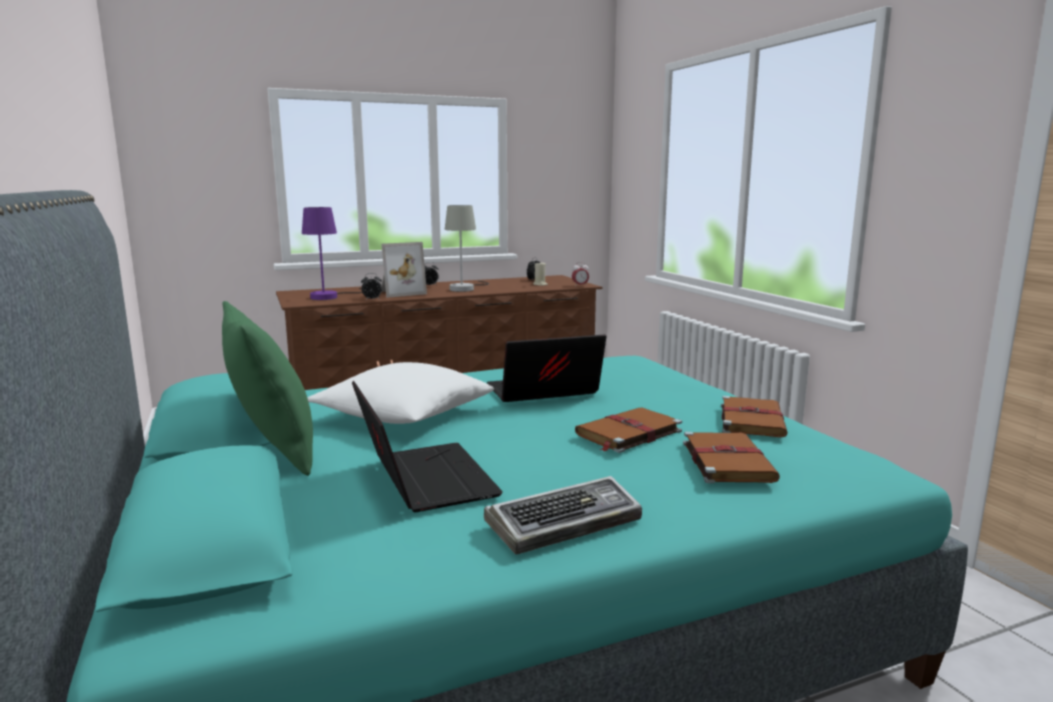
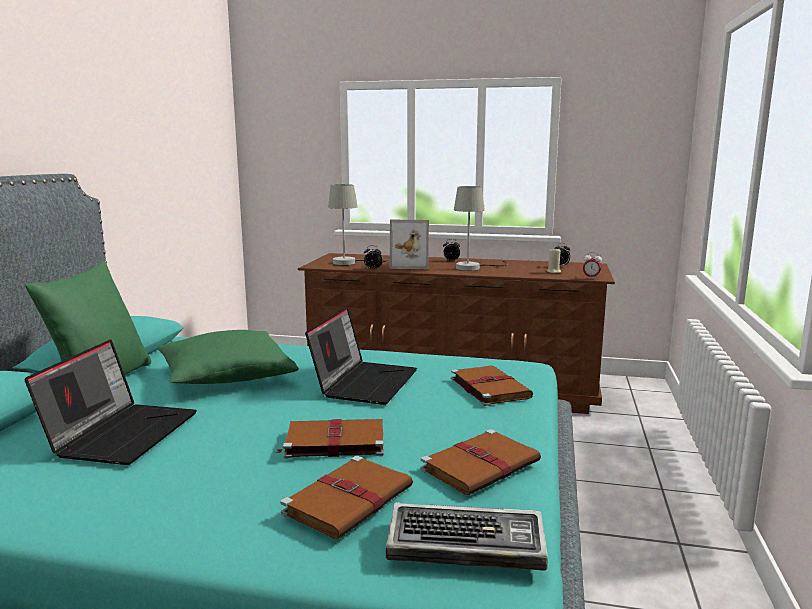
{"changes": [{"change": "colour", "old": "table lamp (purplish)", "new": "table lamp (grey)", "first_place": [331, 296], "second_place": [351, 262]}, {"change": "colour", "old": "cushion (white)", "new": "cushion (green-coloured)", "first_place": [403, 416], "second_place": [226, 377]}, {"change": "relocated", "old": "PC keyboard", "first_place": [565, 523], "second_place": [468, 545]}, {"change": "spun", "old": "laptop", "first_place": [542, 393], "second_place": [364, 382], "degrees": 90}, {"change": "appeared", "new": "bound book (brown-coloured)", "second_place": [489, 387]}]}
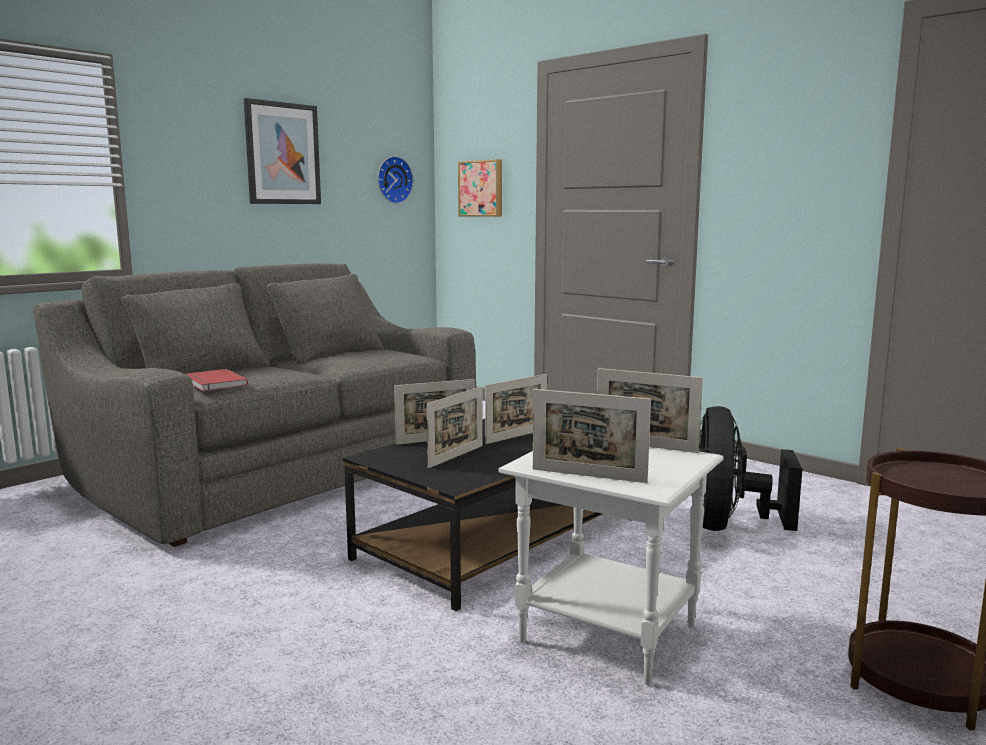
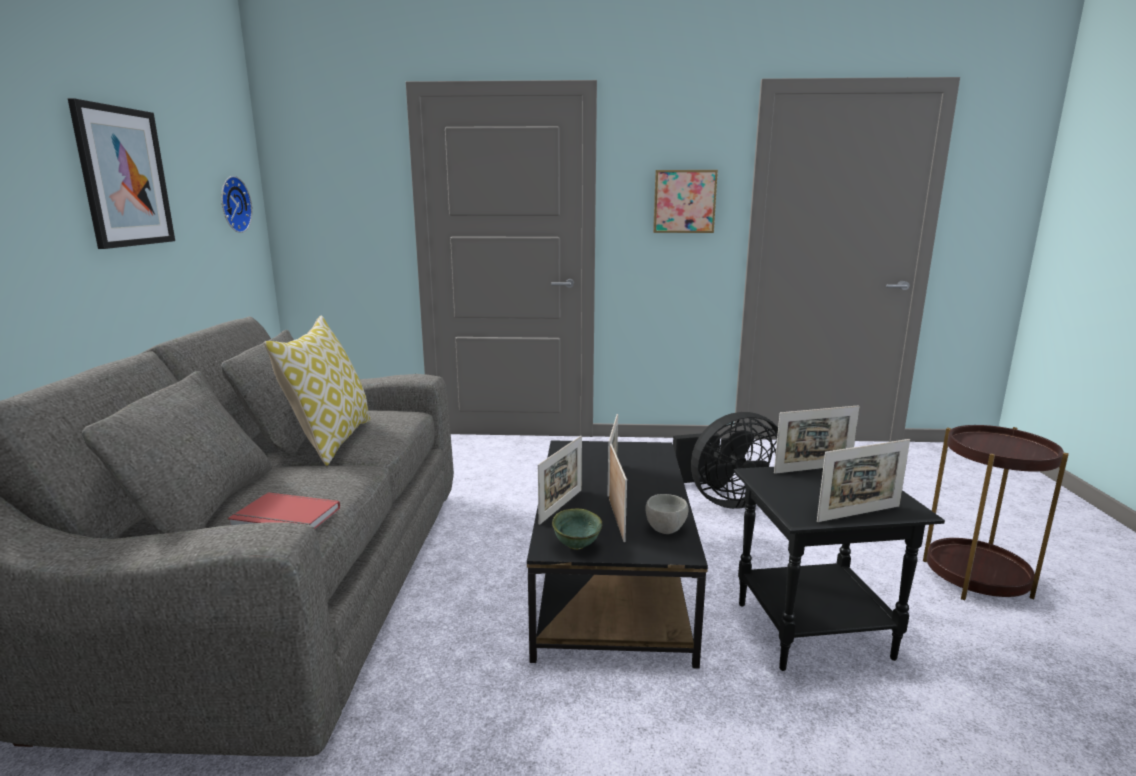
{"changes": [{"change": "relocated", "old": "picture", "first_place": [481, 188], "second_place": [684, 201]}, {"change": "colour", "old": "end table (white)", "new": "end table (black-coloured)", "first_place": [610, 634], "second_place": [814, 630]}, {"change": "spun", "old": "cooling fan (black-coloured)", "first_place": [728, 525], "second_place": [726, 500], "degrees": -75}, {"change": "appeared", "new": "cushion", "second_place": [330, 440]}, {"change": "appeared", "new": "bowl (green-coloured)", "second_place": [577, 546]}, {"change": "appeared", "new": "bowl (grey)", "second_place": [664, 528]}]}
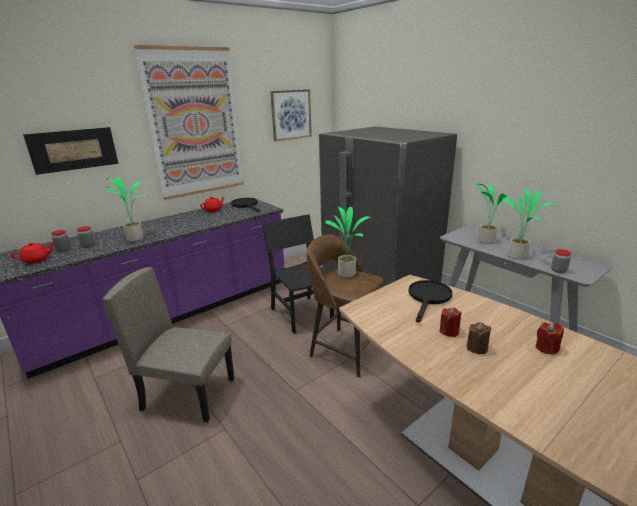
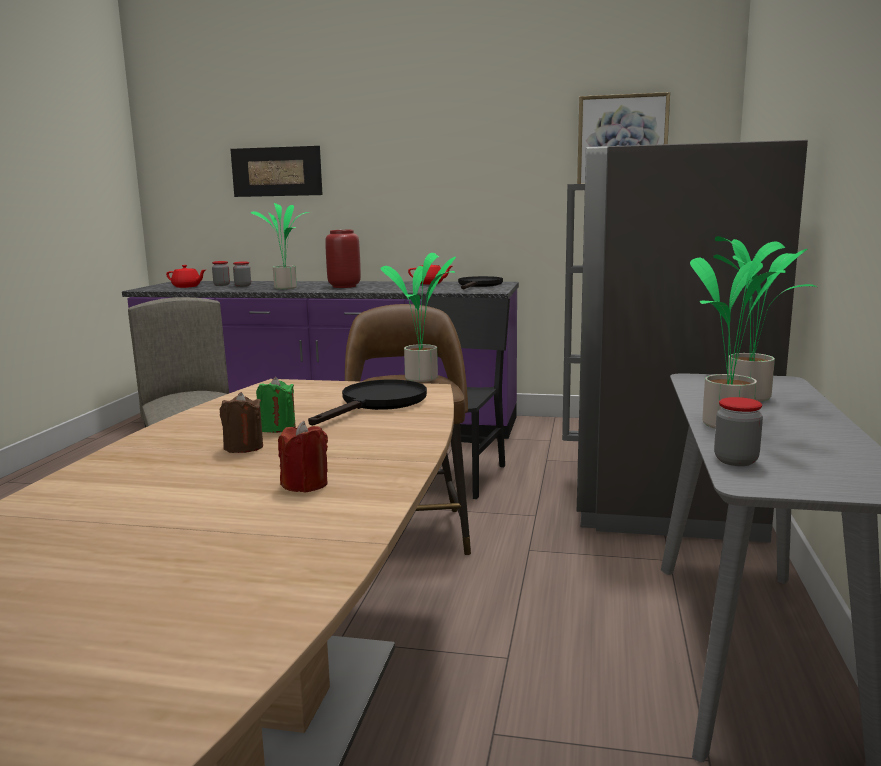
{"changes": [{"change": "missing", "old": "picture", "first_place": [195, 124]}, {"change": "spun", "old": "pan (black-coloured)", "first_place": [428, 298], "second_place": [377, 403], "degrees": -45}, {"change": "colour", "old": "candle (reddish)", "new": "candle (green-coloured)", "first_place": [449, 331], "second_place": [277, 428]}, {"change": "appeared", "new": "decorative vase (reddish)", "second_place": [344, 286]}]}
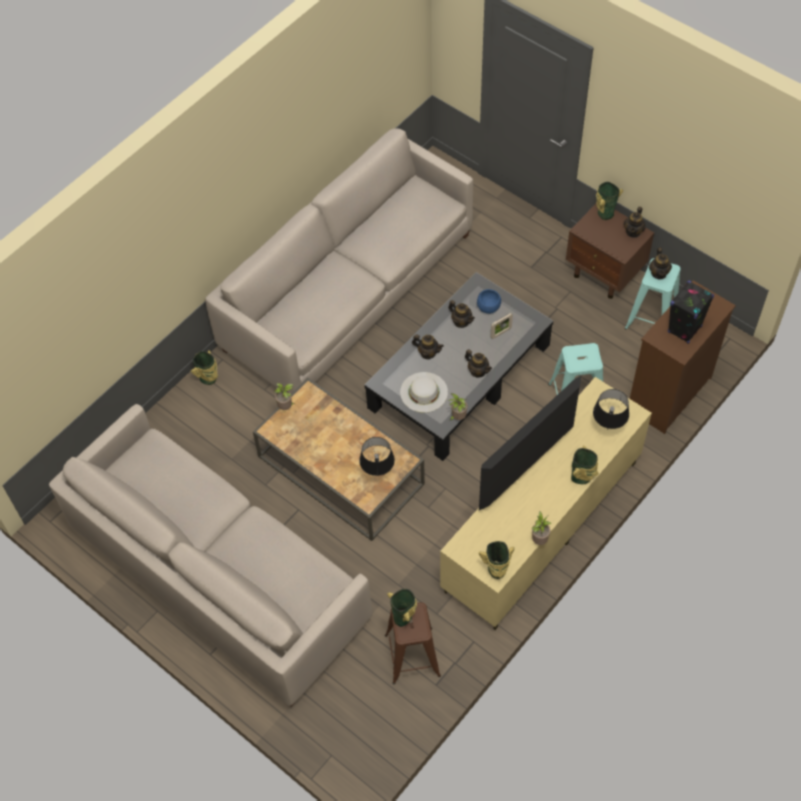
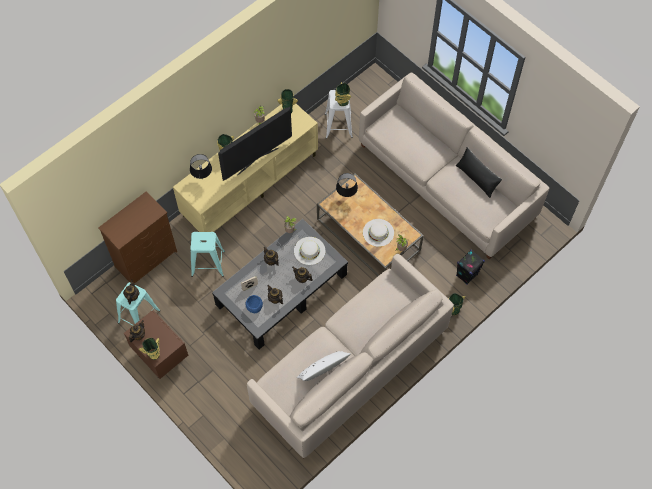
{"changes": [{"change": "colour", "old": "sitting stool (brown-coloured)", "new": "sitting stool (white)", "first_place": [412, 655], "second_place": [338, 125]}, {"change": "relocated", "old": "speaker (black-coloured)", "first_place": [684, 329], "second_place": [467, 275]}, {"change": "appeared", "new": "cushion (white)", "second_place": [323, 370]}, {"change": "appeared", "new": "hat (white)", "second_place": [378, 232]}, {"change": "appeared", "new": "cushion (black-coloured)", "second_place": [477, 178]}]}
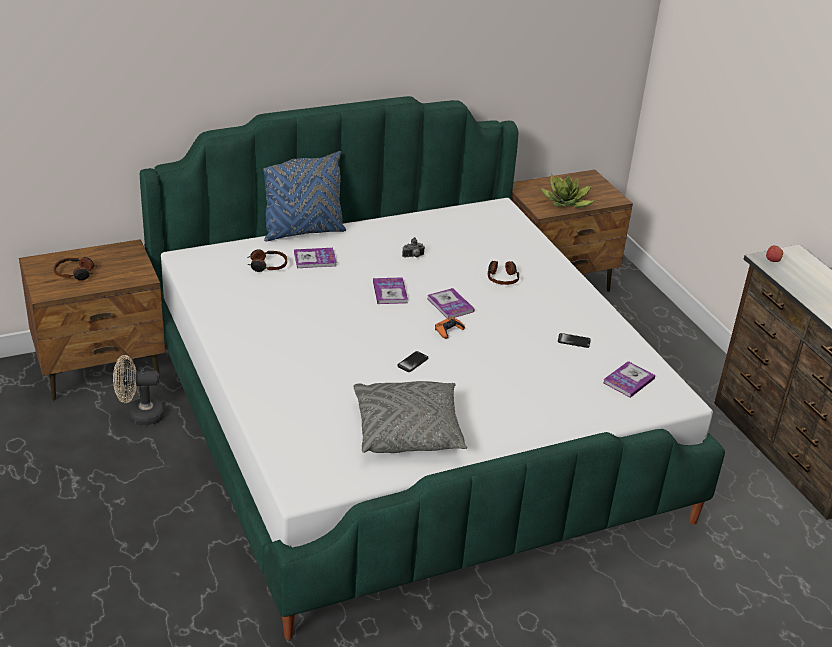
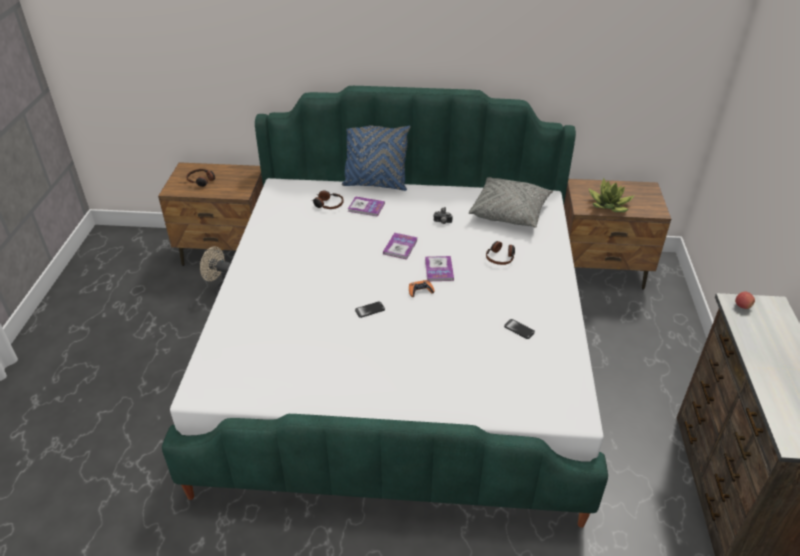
{"changes": [{"change": "relocated", "old": "cushion (grey)", "first_place": [408, 431], "second_place": [509, 212]}, {"change": "missing", "old": "bound book", "first_place": [628, 380]}]}
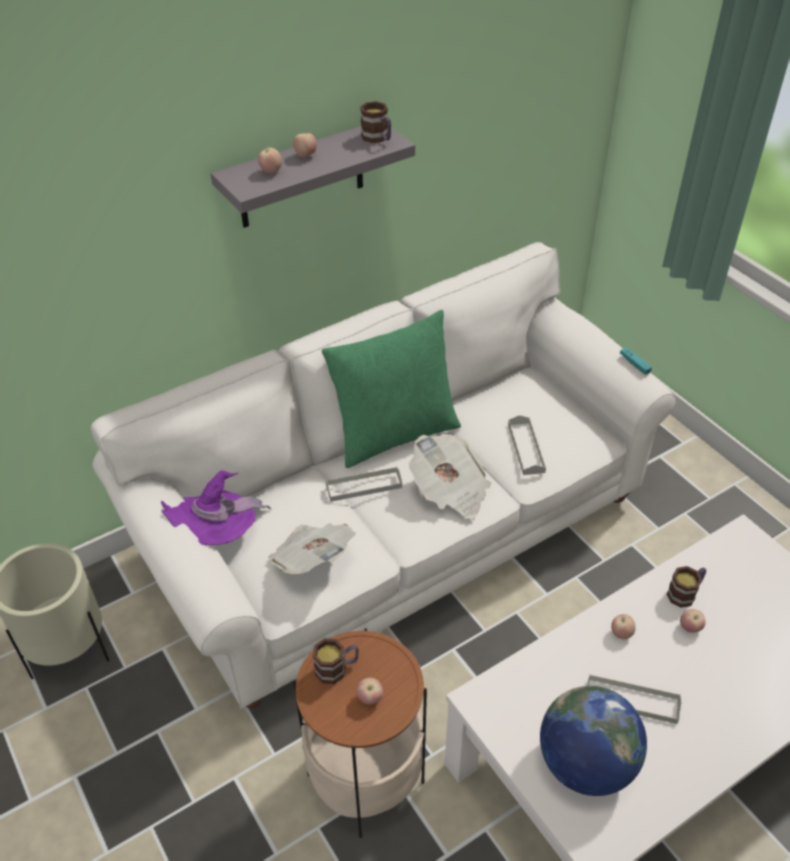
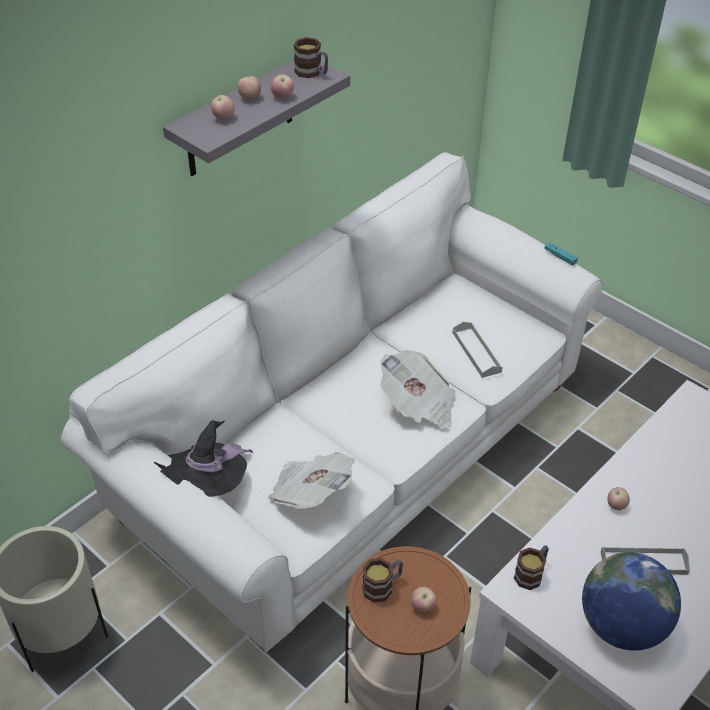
{"changes": [{"change": "colour", "old": "hat (purplish)", "new": "hat (black-coloured)", "first_place": [217, 535], "second_place": [208, 486]}, {"change": "missing", "old": "cushion (green-coloured)", "first_place": [394, 433]}, {"change": "missing", "old": "serving tray (grey)", "first_place": [364, 486]}, {"change": "relocated", "old": "mug", "first_place": [685, 593], "second_place": [531, 573]}, {"change": "relocated", "old": "apple fruit", "first_place": [690, 628], "second_place": [282, 97]}]}
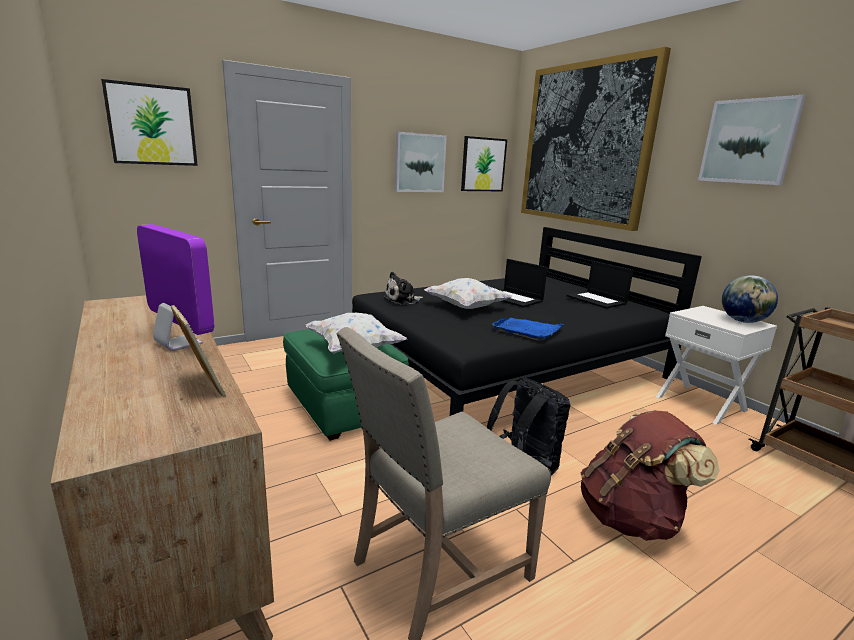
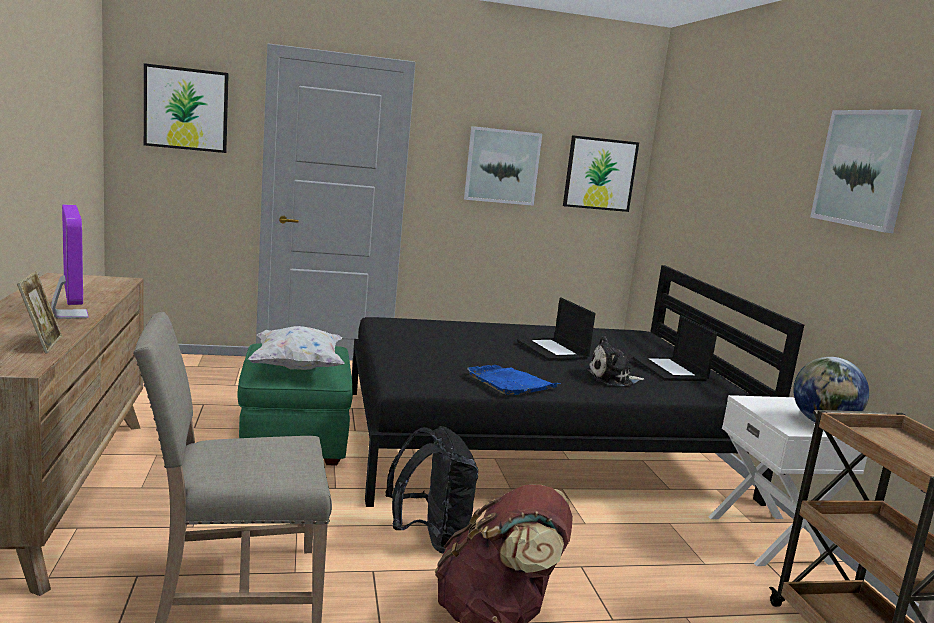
{"changes": [{"change": "relocated", "old": "plush toy", "first_place": [403, 300], "second_place": [613, 378]}, {"change": "missing", "old": "cushion (white)", "first_place": [465, 307]}, {"change": "missing", "old": "picture", "first_place": [585, 144]}]}
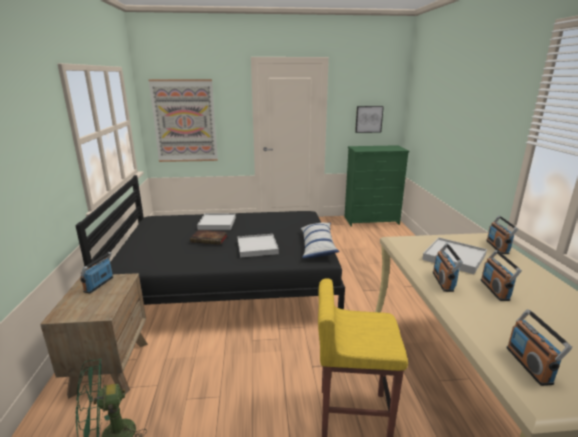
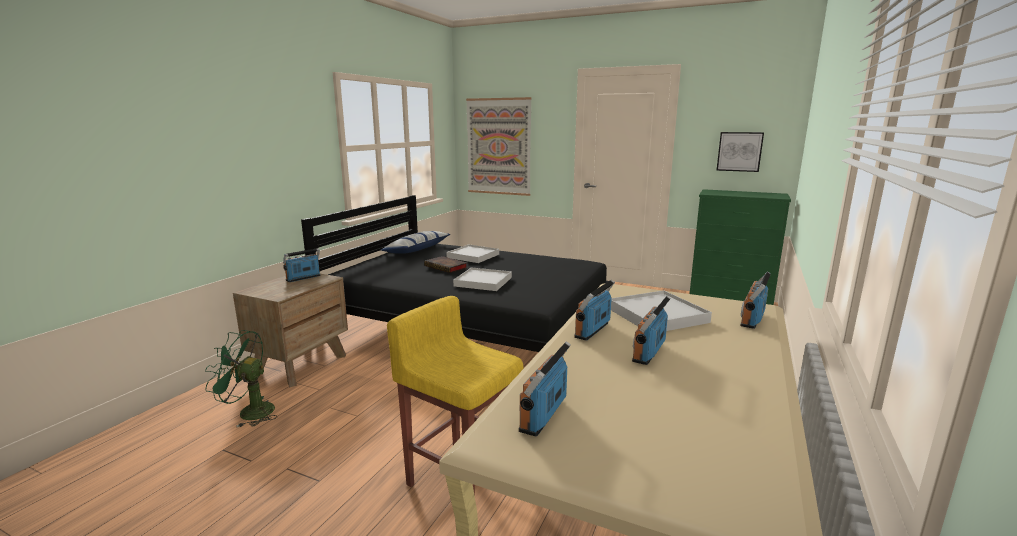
{"changes": [{"change": "relocated", "old": "cushion", "first_place": [317, 246], "second_place": [417, 250]}]}
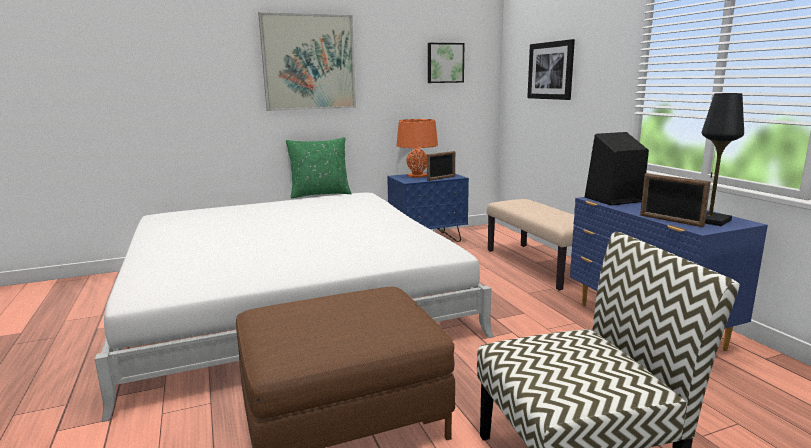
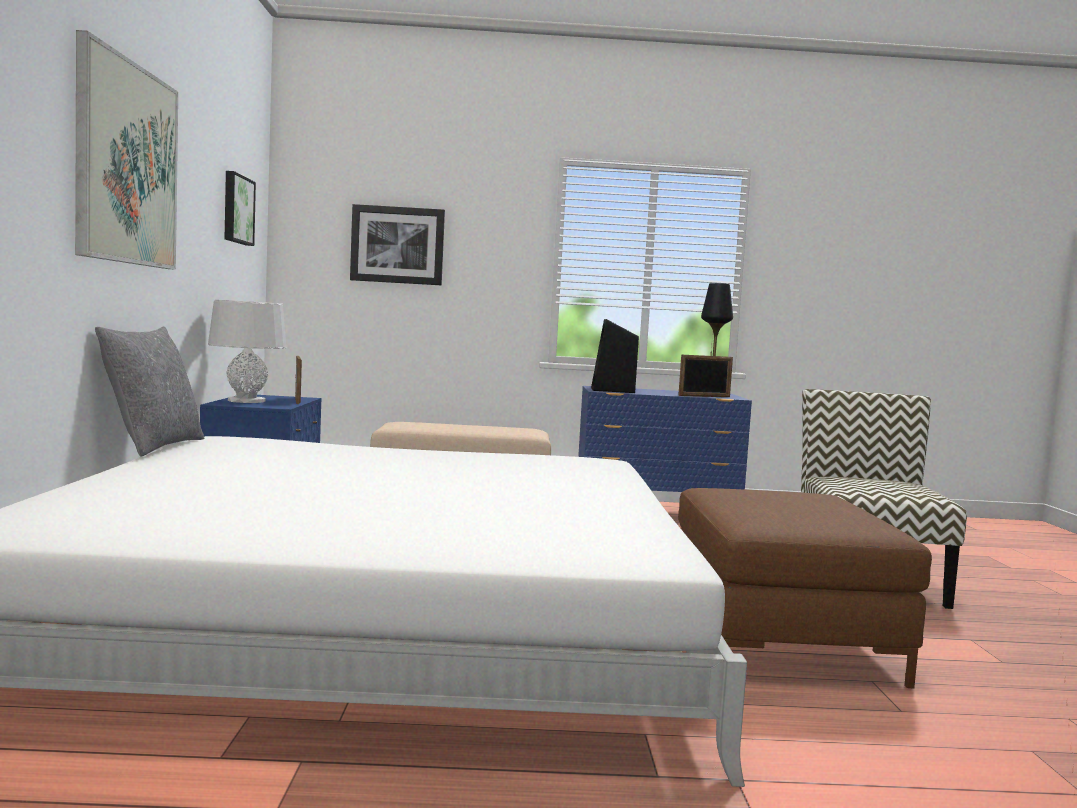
{"changes": [{"change": "colour", "old": "cushion (green-coloured)", "new": "cushion (grey)", "first_place": [320, 194], "second_place": [152, 446]}, {"change": "colour", "old": "table lamp (orangey)", "new": "table lamp (grey)", "first_place": [417, 176], "second_place": [246, 401]}]}
